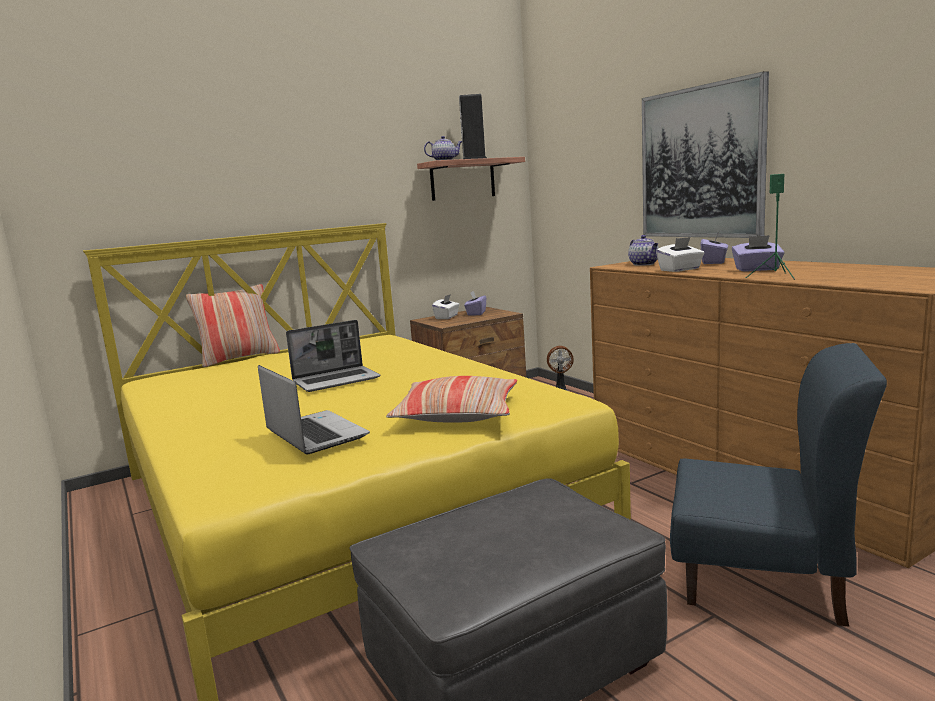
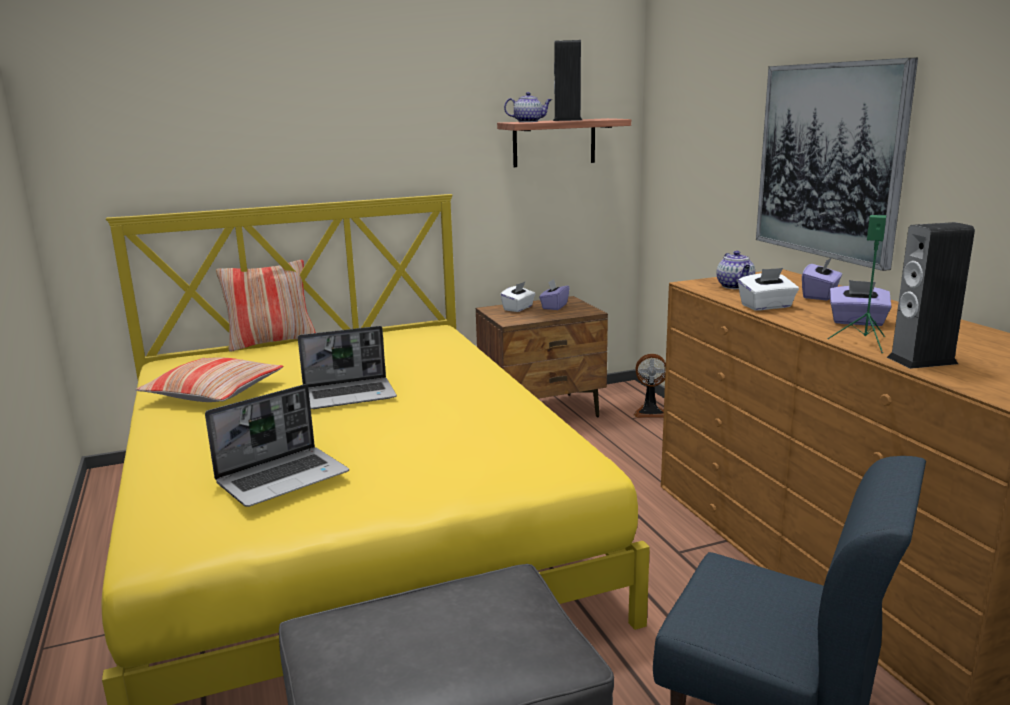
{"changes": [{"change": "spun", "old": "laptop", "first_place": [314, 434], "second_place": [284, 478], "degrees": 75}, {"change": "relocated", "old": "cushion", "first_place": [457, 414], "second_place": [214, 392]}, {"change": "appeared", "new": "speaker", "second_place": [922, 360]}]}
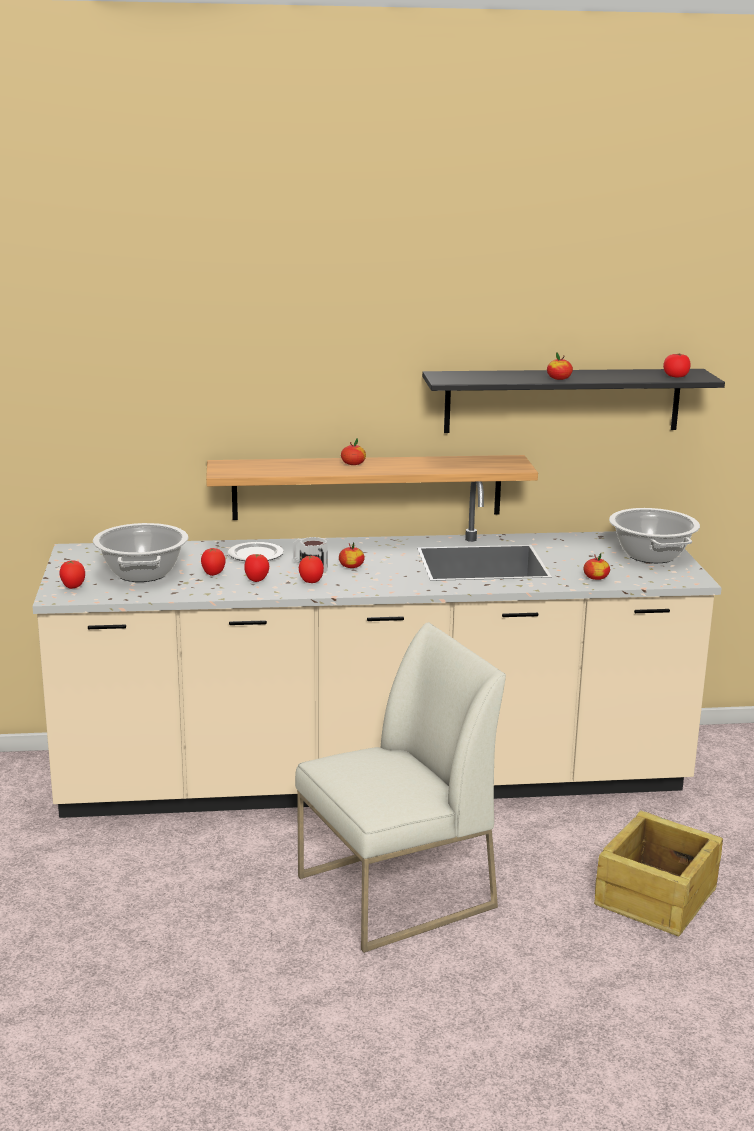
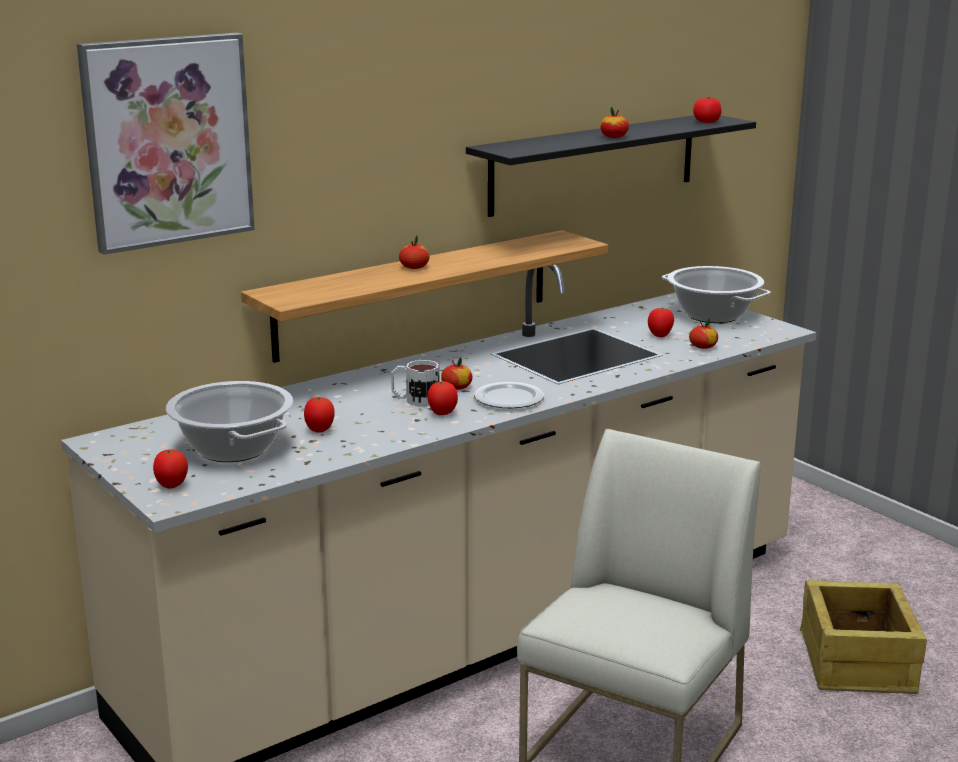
{"changes": [{"change": "relocated", "old": "flat dish", "first_place": [254, 554], "second_place": [507, 399]}, {"change": "relocated", "old": "fresh tomato", "first_place": [256, 580], "second_place": [660, 336]}, {"change": "appeared", "new": "picture", "second_place": [167, 141]}]}
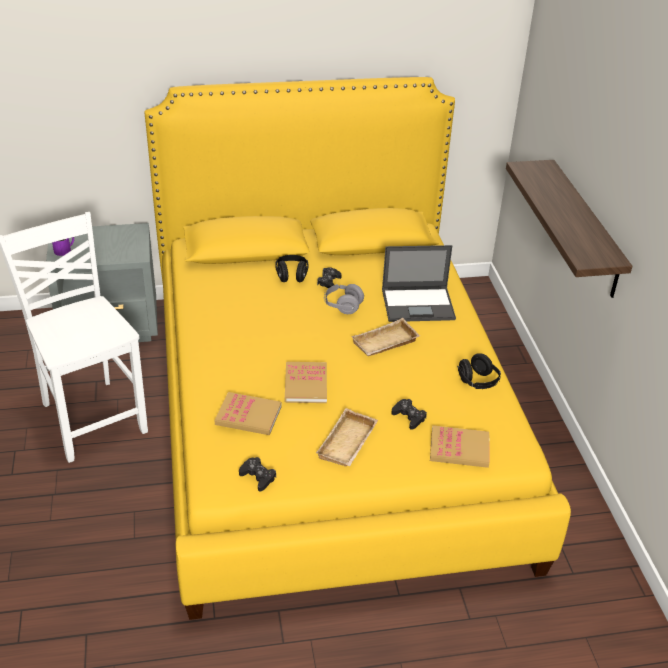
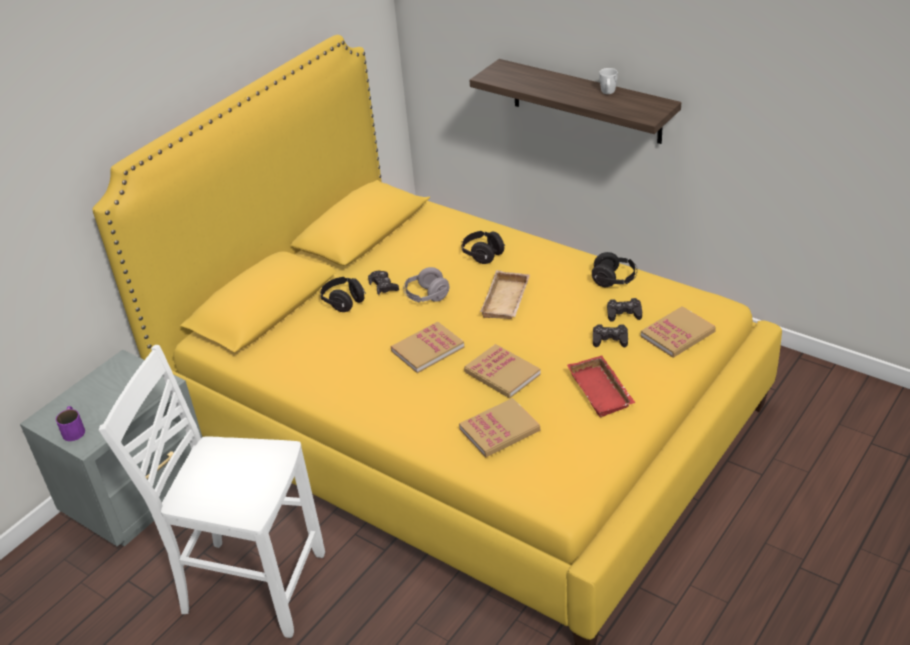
{"changes": [{"change": "relocated", "old": "game controller (black-coloured)", "first_place": [258, 477], "second_place": [624, 313]}, {"change": "colour", "old": "serving tray (sand-coloured)", "new": "serving tray (reddish)", "first_place": [348, 444], "second_place": [602, 391]}, {"change": "exchanged", "old": "laptop", "new": "headset (black-coloured)", "first_place": [419, 304], "second_place": [482, 255]}, {"change": "appeared", "new": "bound book", "second_place": [427, 349]}, {"change": "appeared", "new": "mug (white)", "second_place": [608, 92]}]}
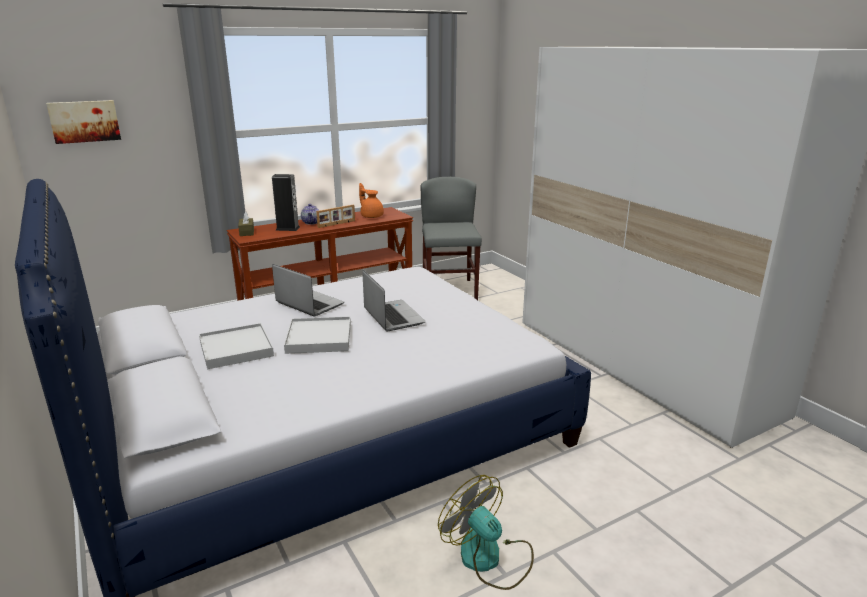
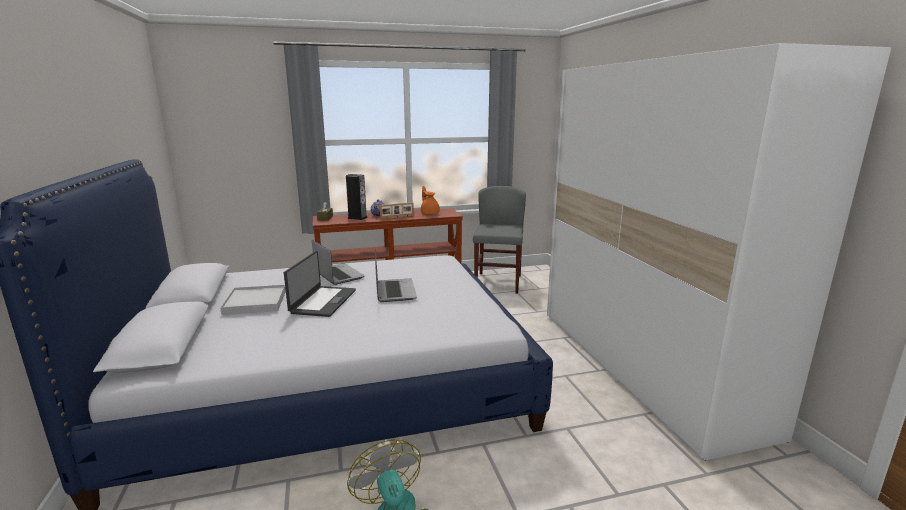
{"changes": [{"change": "missing", "old": "picture", "first_place": [84, 121]}, {"change": "exchanged", "old": "serving tray (white)", "new": "laptop", "first_place": [319, 338], "second_place": [322, 301]}]}
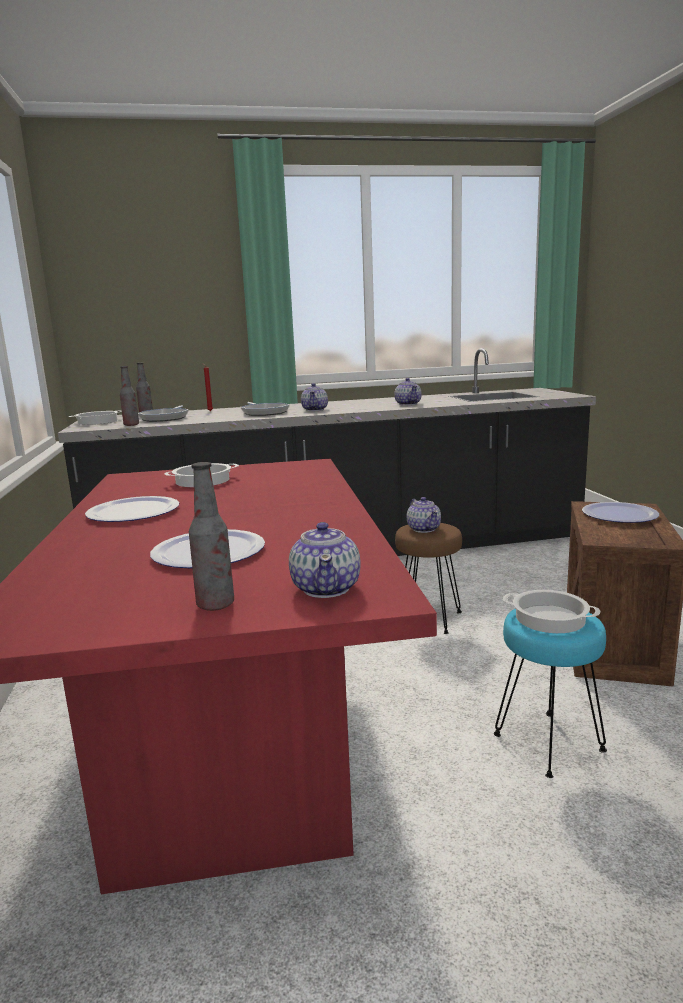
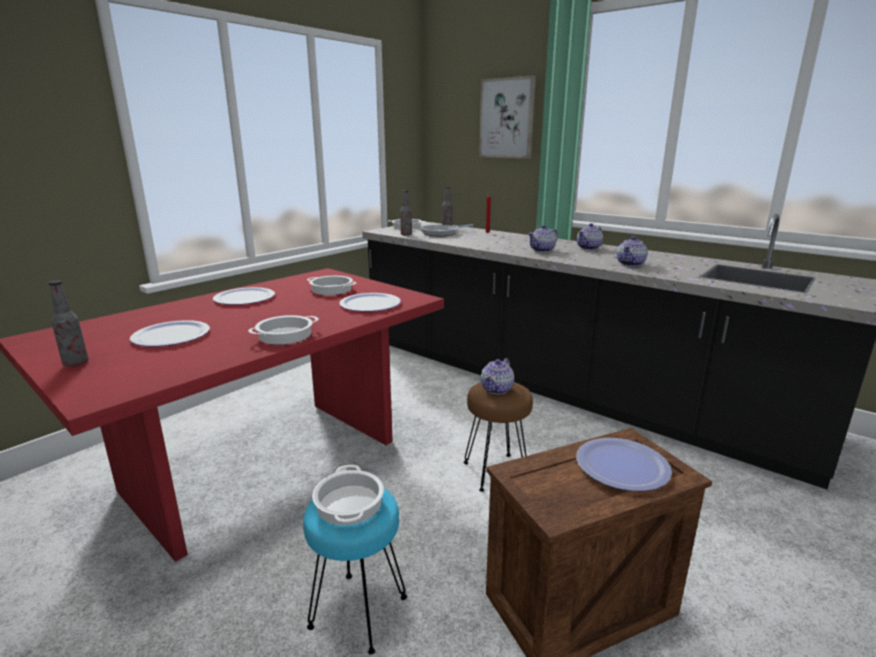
{"changes": [{"change": "missing", "old": "pan", "first_place": [264, 412]}, {"change": "relocated", "old": "teapot", "first_place": [326, 588], "second_place": [589, 248]}, {"change": "appeared", "new": "saucepot", "second_place": [285, 335]}, {"change": "appeared", "new": "flat dish", "second_place": [370, 304]}, {"change": "appeared", "new": "picture", "second_place": [507, 118]}]}
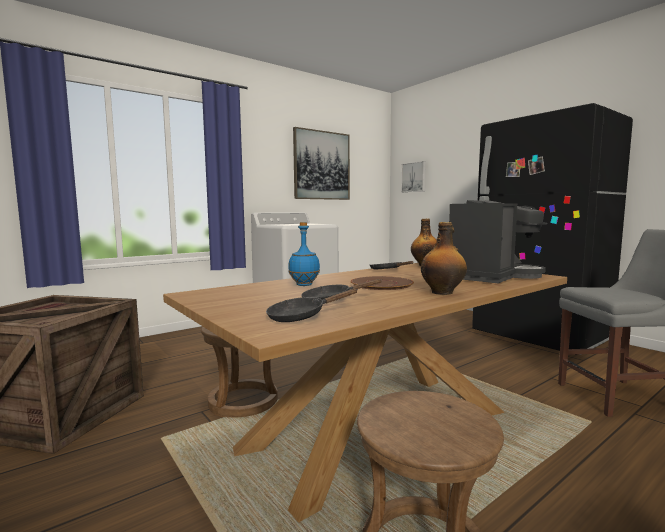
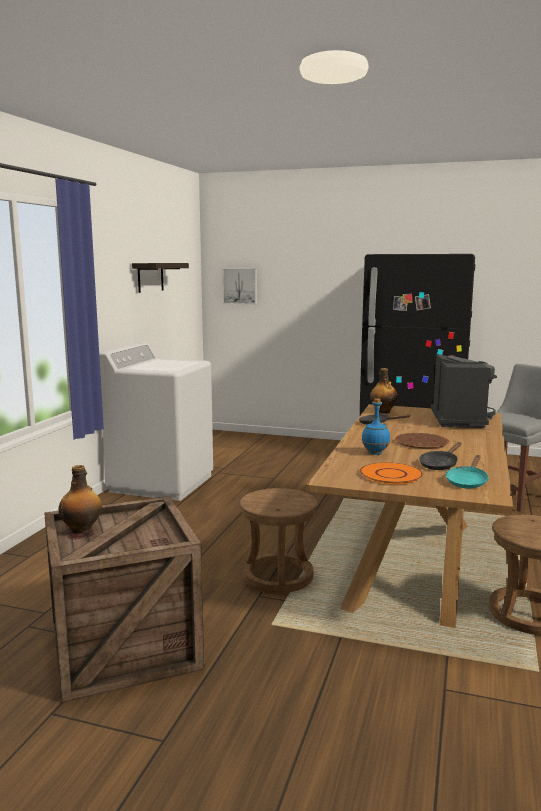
{"changes": [{"change": "colour", "old": "pan (black-coloured)", "new": "pan (turquoise-coloured)", "first_place": [302, 316], "second_place": [467, 481]}, {"change": "exchanged", "old": "picture", "new": "shelf", "first_place": [321, 165], "second_place": [150, 277]}, {"change": "relocated", "old": "drink bottle", "first_place": [443, 292], "second_place": [82, 529]}, {"change": "appeared", "new": "flat dish (orangey)", "second_place": [390, 475]}]}
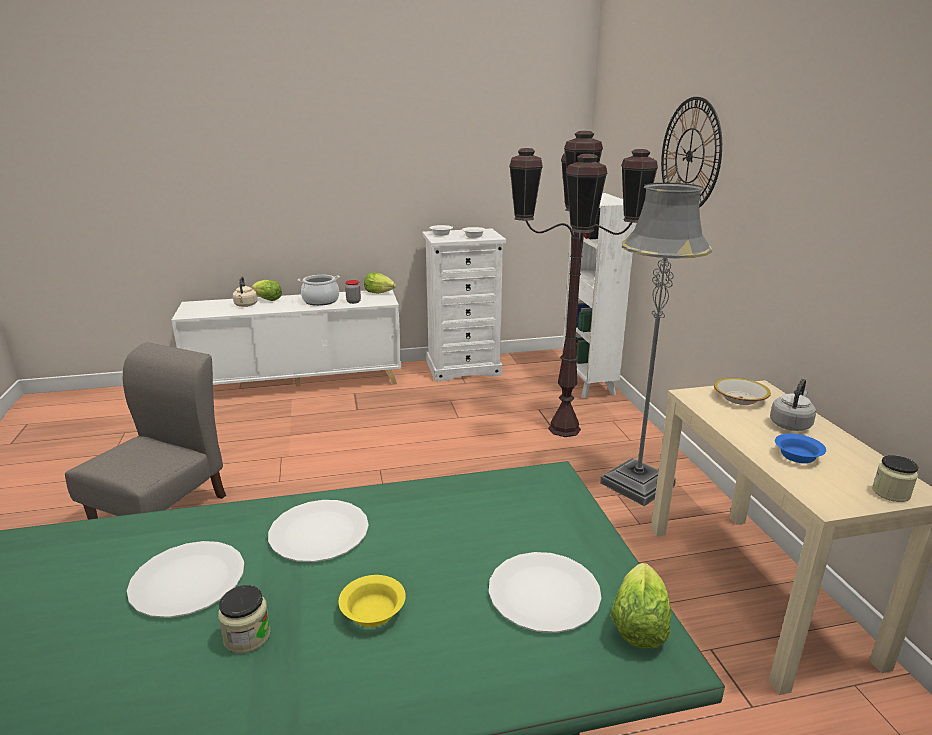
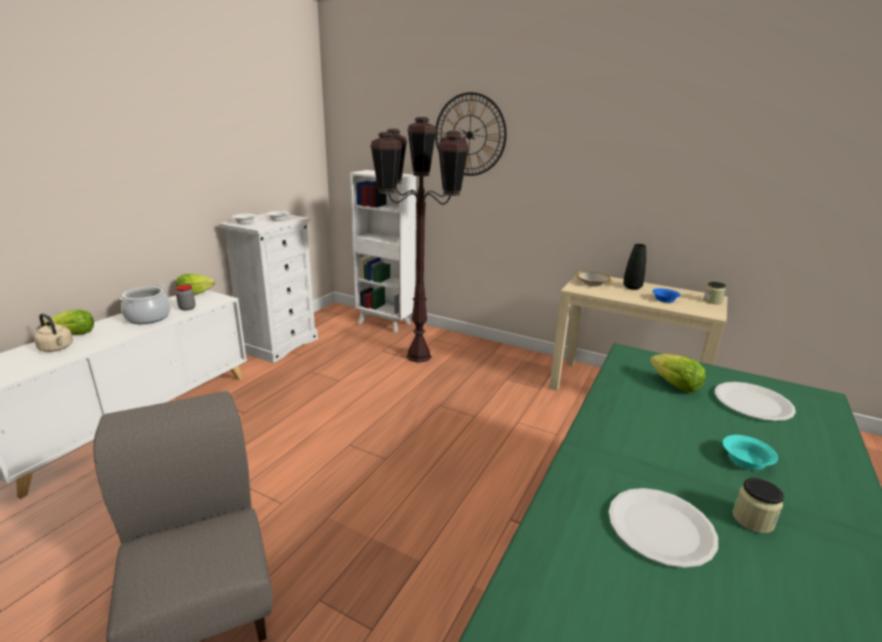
{"changes": [{"change": "missing", "old": "flat dish (white)", "first_place": [319, 533]}, {"change": "colour", "old": "bowl (yellow-coloured)", "new": "bowl (turquoise-coloured)", "first_place": [374, 611], "second_place": [745, 460]}, {"change": "missing", "old": "floor lamp (grey)", "first_place": [637, 484]}, {"change": "relocated", "old": "lettuce", "first_place": [638, 626], "second_place": [675, 386]}, {"change": "exchanged", "old": "kettle (grey)", "new": "decorative vase (black-coloured)", "first_place": [790, 424], "second_place": [632, 287]}]}
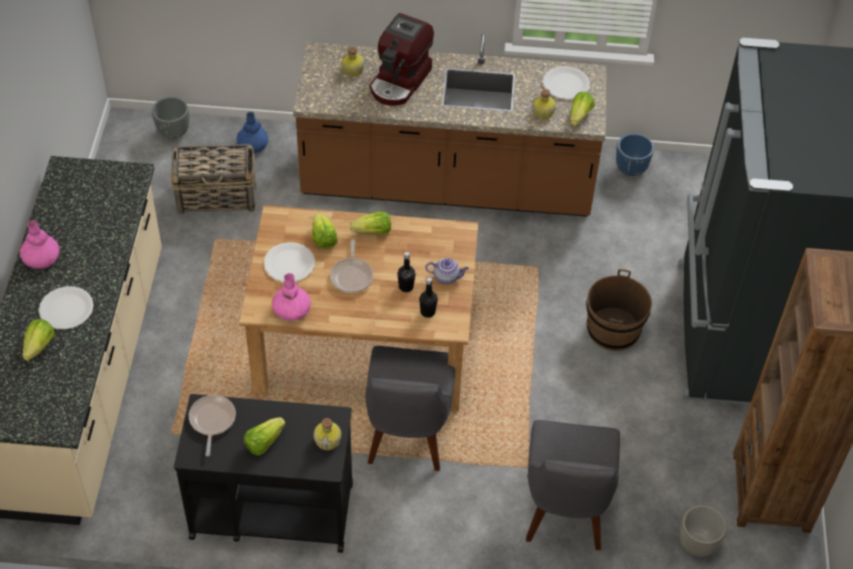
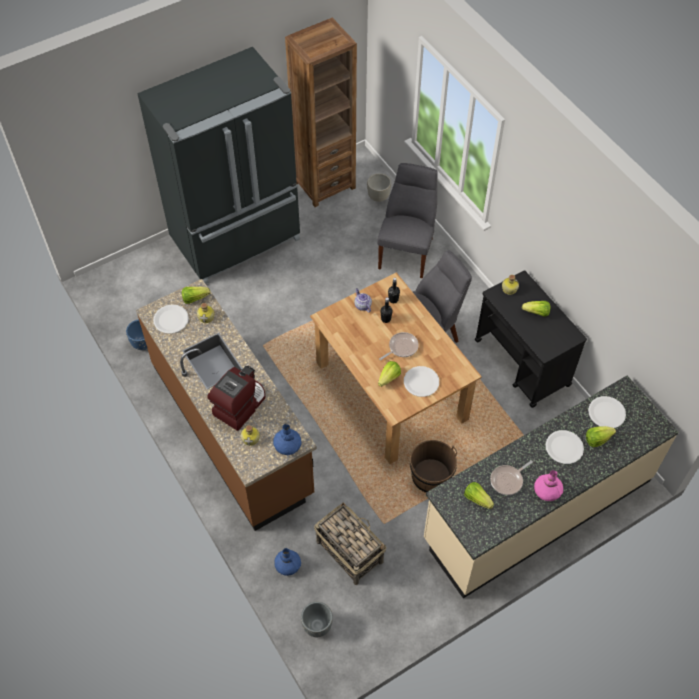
{"changes": [{"change": "relocated", "old": "pan", "first_place": [212, 421], "second_place": [508, 480]}, {"change": "missing", "old": "decorative vase (pink)", "first_place": [291, 310]}, {"change": "relocated", "old": "lettuce", "first_place": [373, 231], "second_place": [477, 499]}, {"change": "spun", "old": "coffee brewer", "first_place": [400, 81], "second_place": [239, 405], "degrees": -45}, {"change": "spun", "old": "upright chair (grey)", "first_place": [565, 510], "second_place": [407, 251], "degrees": -45}, {"change": "relocated", "old": "pail (brown-coloured)", "first_place": [613, 330], "second_place": [431, 477]}, {"change": "appeared", "new": "decorative vase (bluish)", "second_place": [288, 445]}, {"change": "appeared", "new": "flat dish (white)", "second_place": [606, 413]}]}
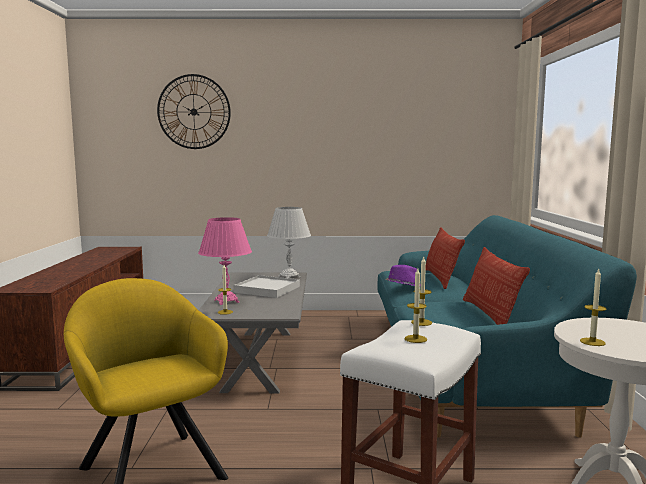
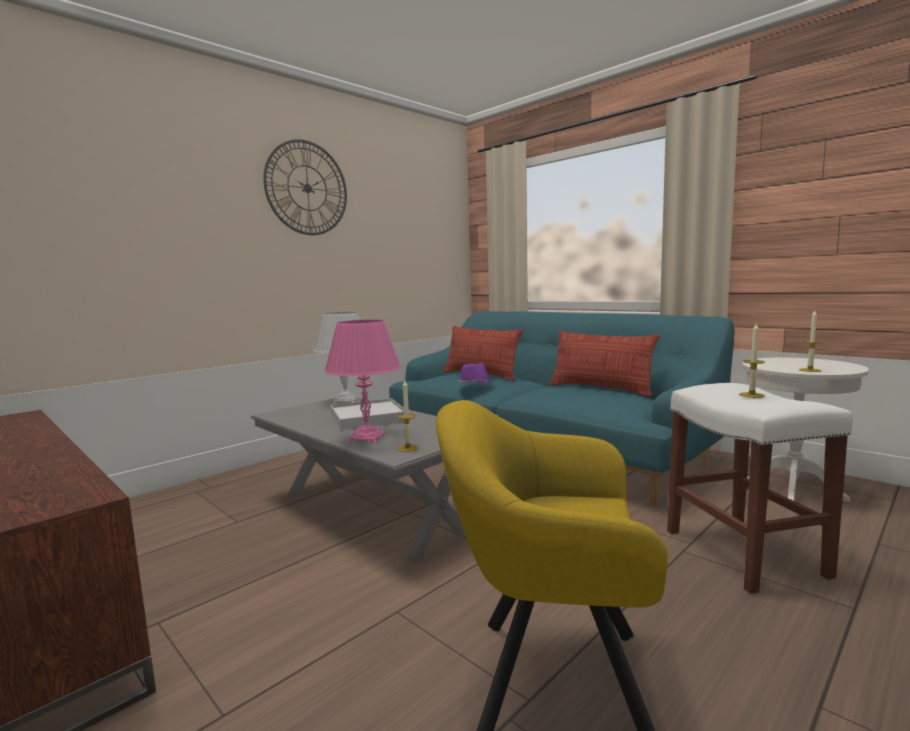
{"changes": [{"change": "relocated", "old": "hanging clock", "first_place": [194, 112], "second_place": [307, 188]}, {"change": "missing", "old": "candle", "first_place": [421, 322]}]}
